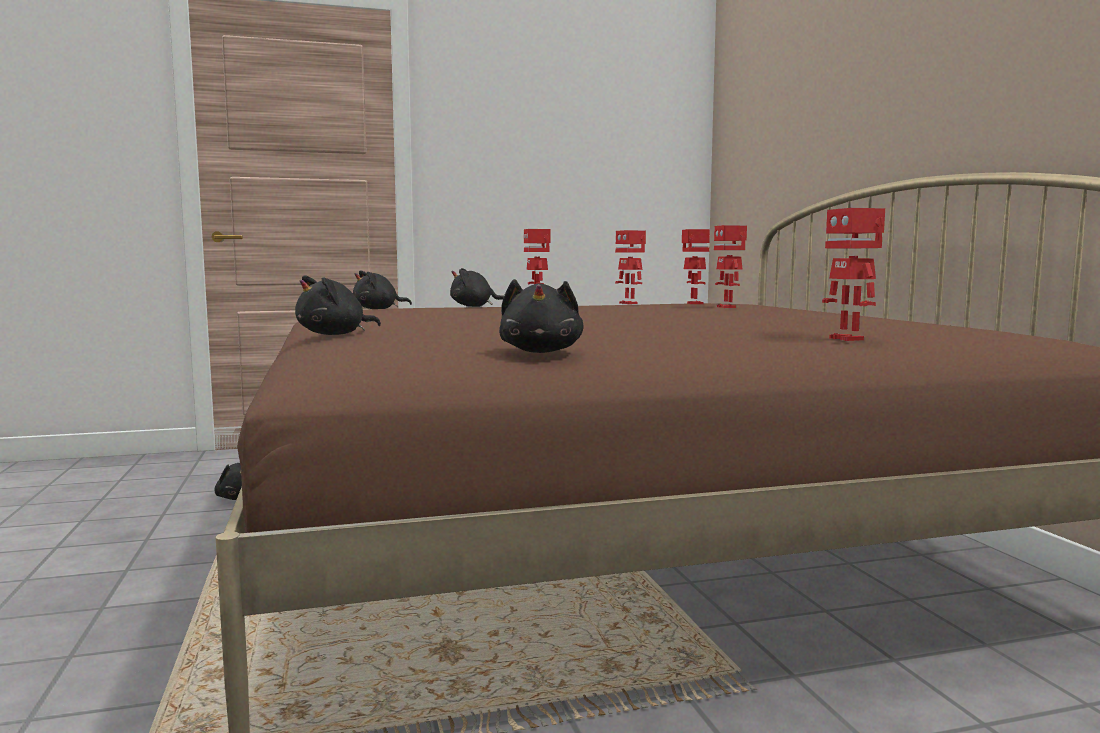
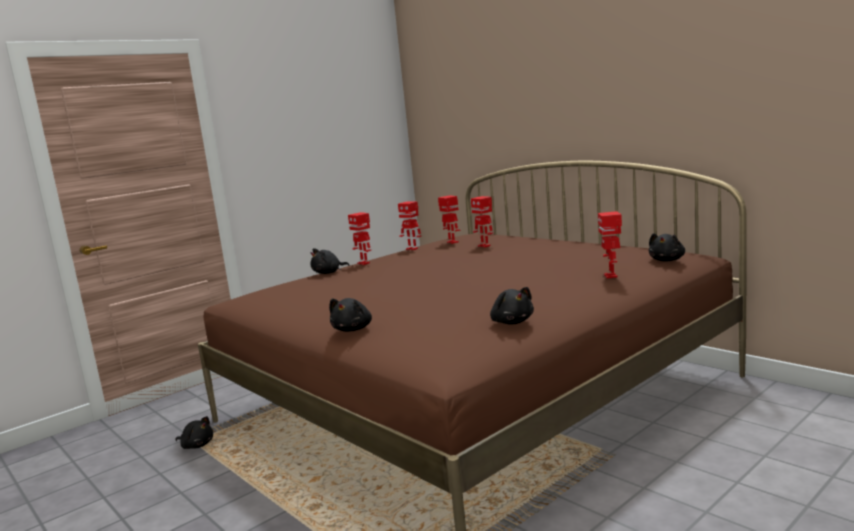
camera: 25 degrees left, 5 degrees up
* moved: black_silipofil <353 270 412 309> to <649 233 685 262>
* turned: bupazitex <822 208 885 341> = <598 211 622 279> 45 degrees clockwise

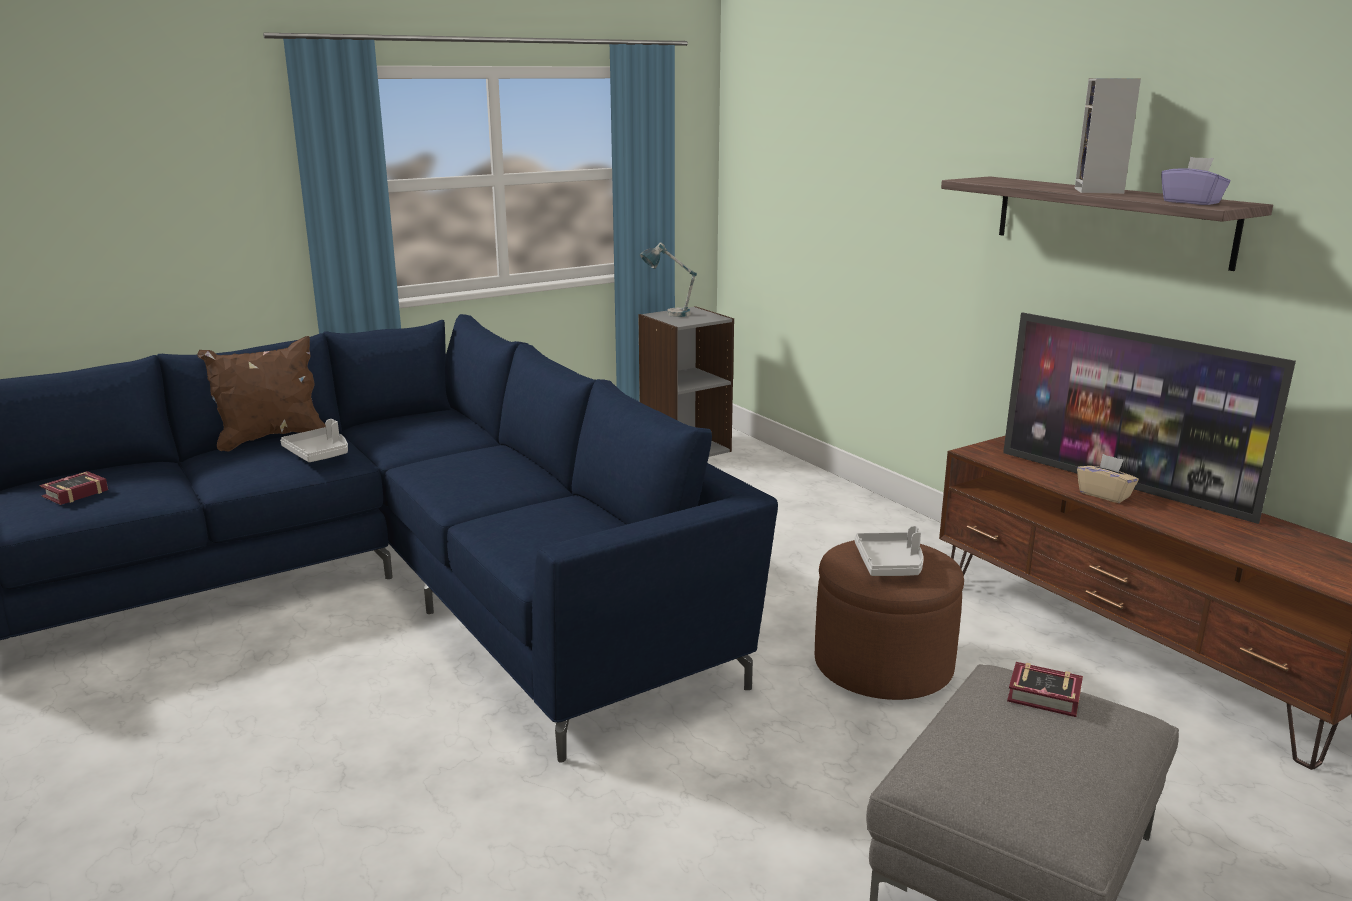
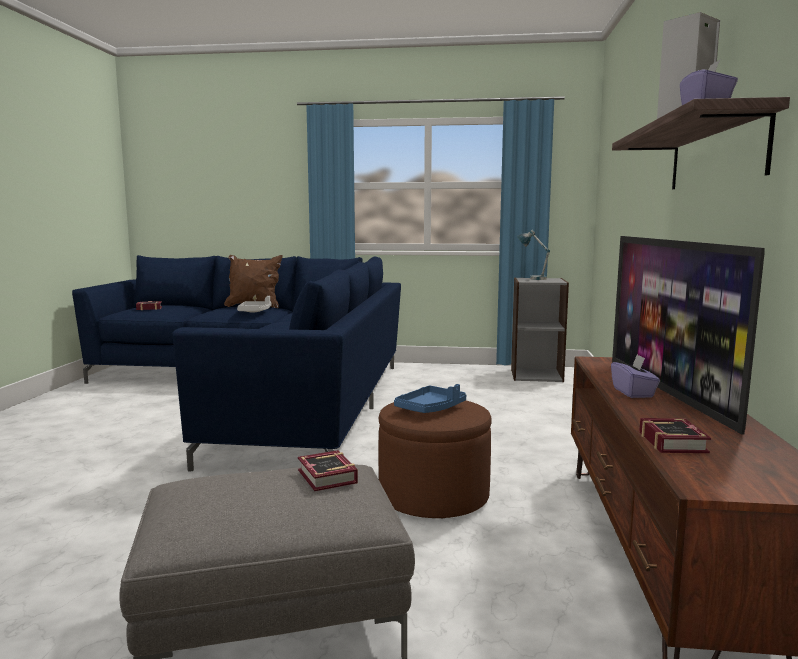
camera: 40 degrees right, 10 degrees down
* recoloured: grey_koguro <855 526 924 576> to blue_koguro <394 384 466 413>
* recoloured: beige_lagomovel <1077 454 1139 503> to purple_lagomovel <611 354 660 398>
* added: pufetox <639 418 711 453>

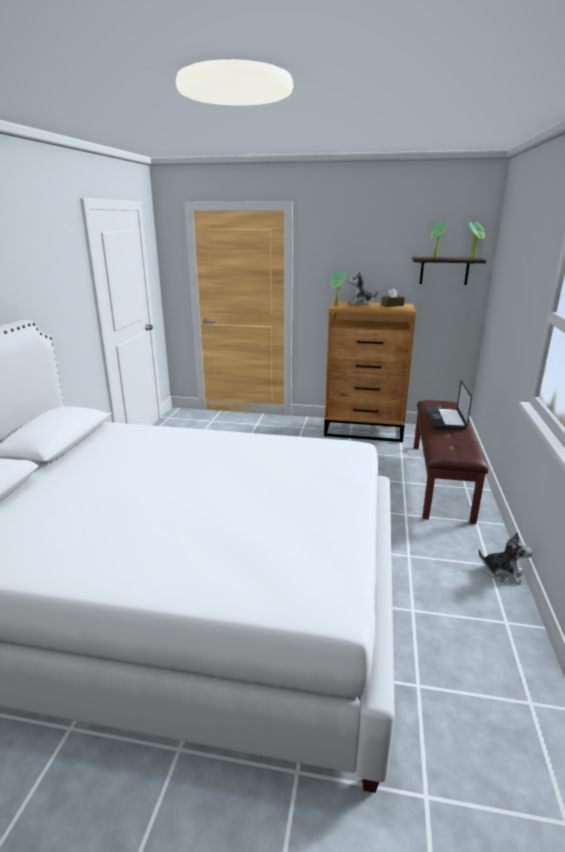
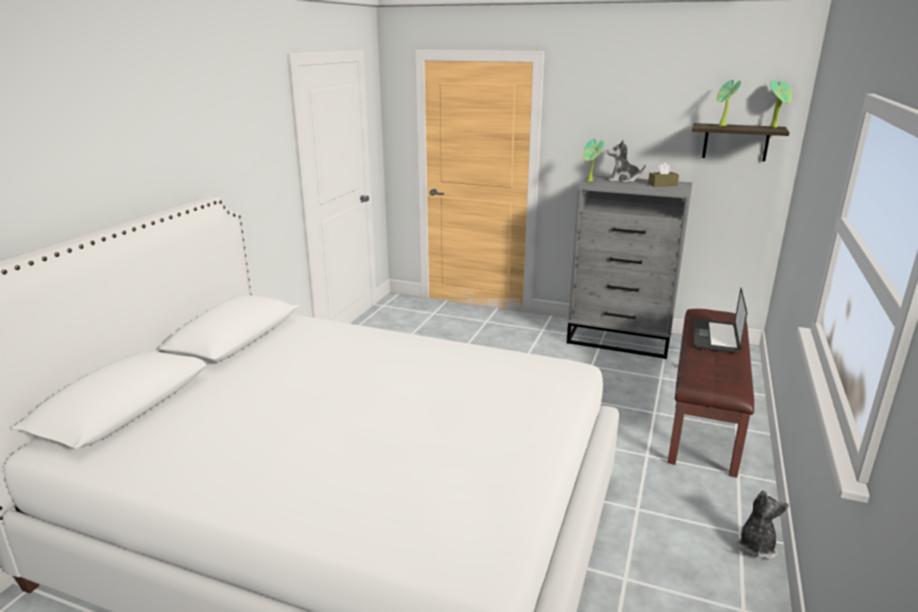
camera: 10 degrees right, 0 degrees up
* recoloured: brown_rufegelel <324 301 416 442> to grey_rufegelel <567 175 692 359>
* turned: silipofil <479 532 533 585> = <735 490 789 560> 105 degrees counterclockwise

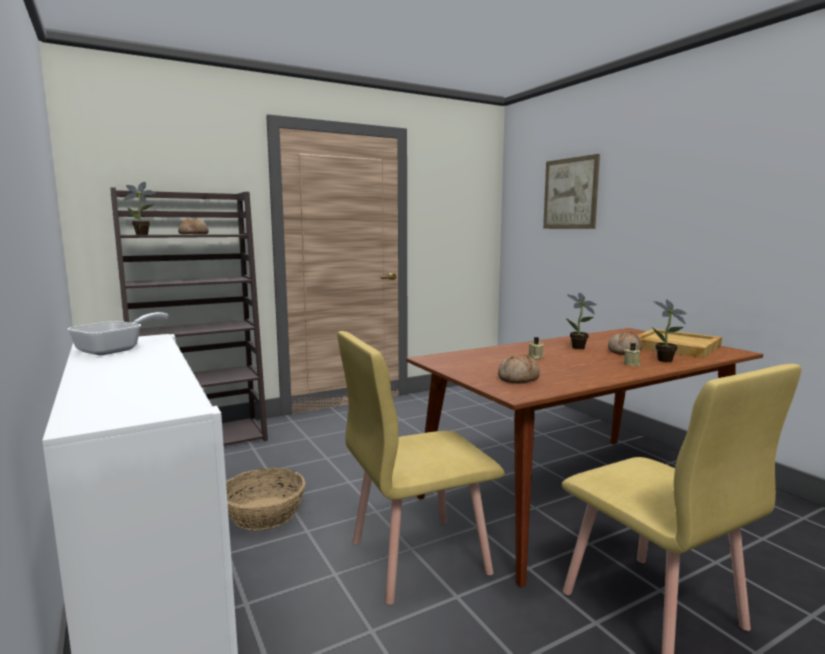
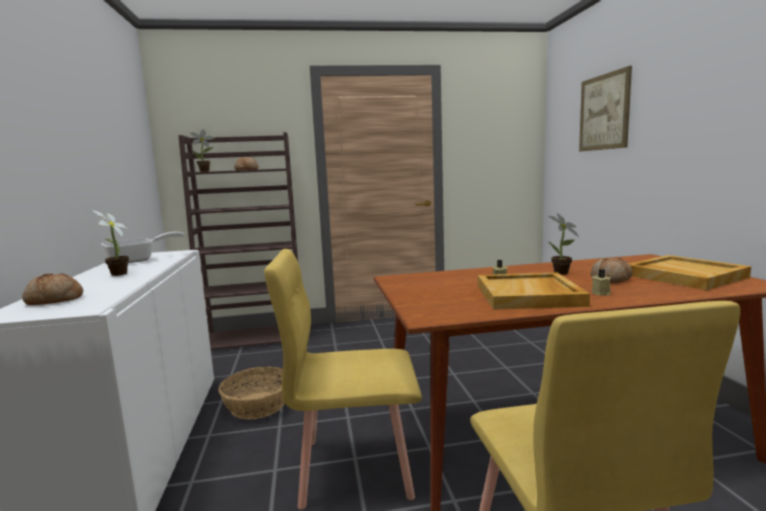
camera: 20 degrees right, 0 degrees up
* moved: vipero <498 355 540 384> to <22 273 83 305>
* moved: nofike <652 300 687 362> to <92 210 129 276>
* added: beige_koguro <478 273 590 309>

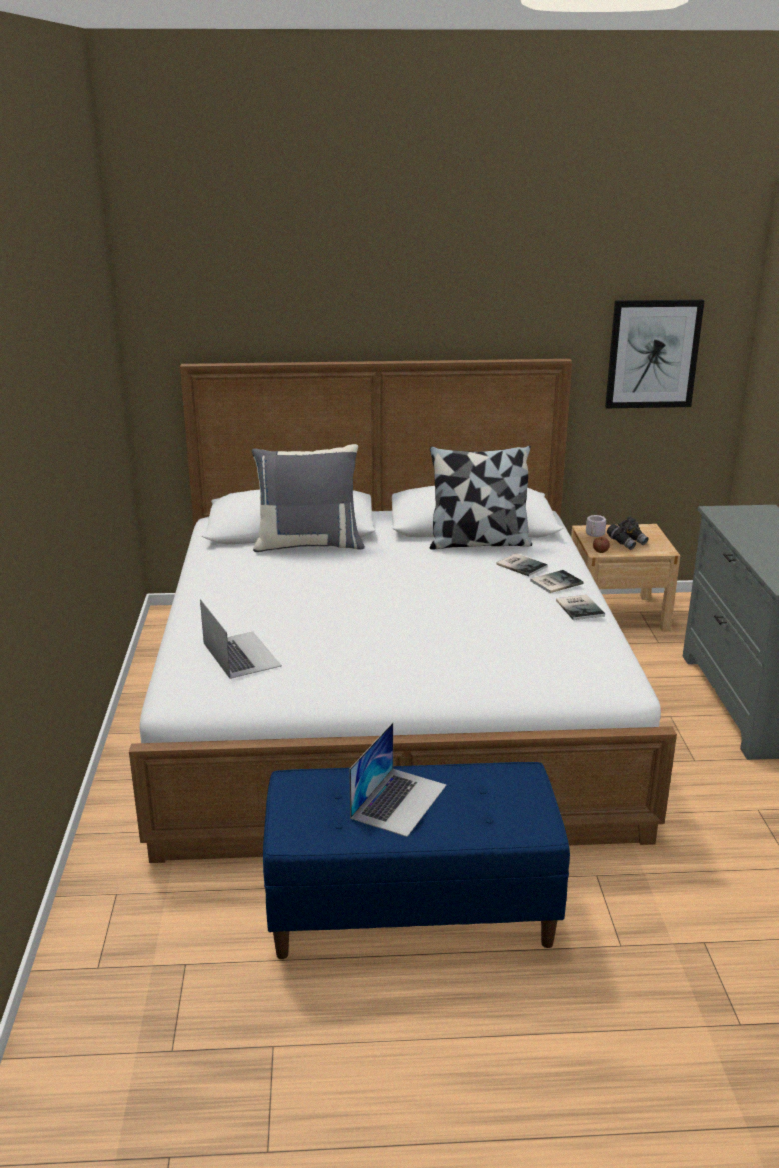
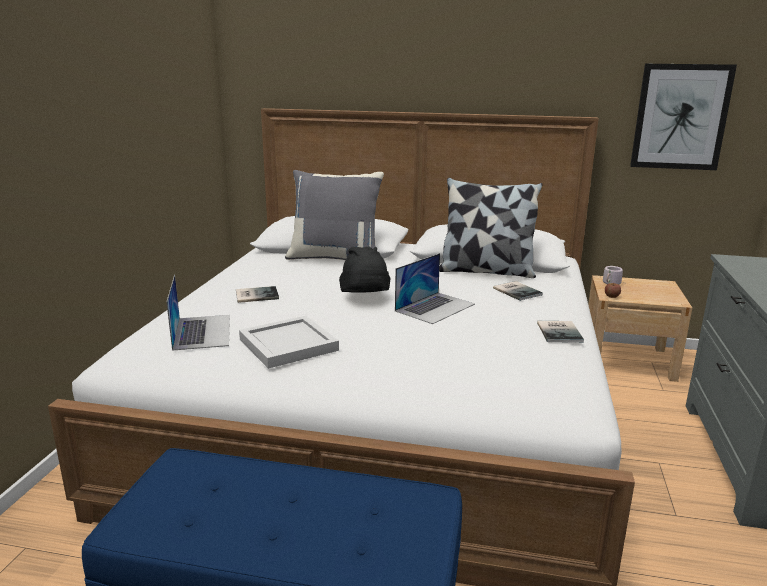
camera: 15 degrees right, 5 degrees down
* moved: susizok <349 722 446 837> to <395 253 475 324>
* moved: pufetox <530 570 583 593> to <236 286 279 303>
* removed: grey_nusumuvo <607 516 649 550>
* added: white_koguro <239 316 339 369>
* added: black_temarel <339 247 390 293>

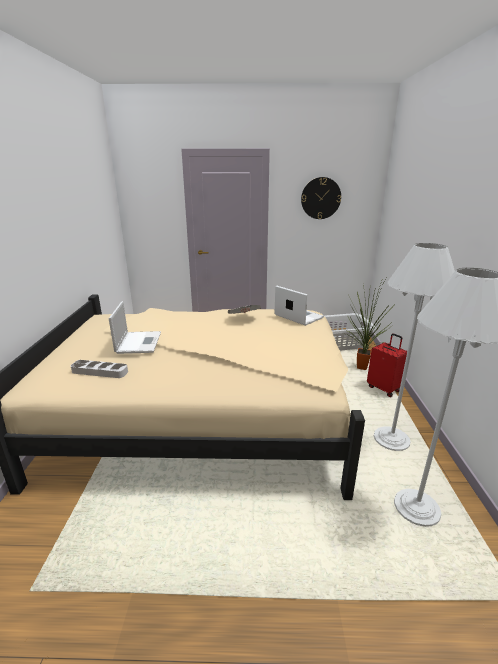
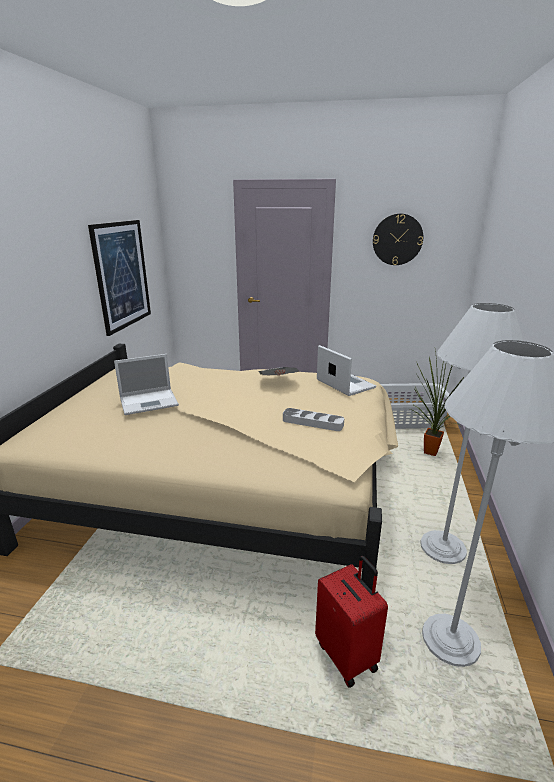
camera: 10 degrees right, 0 degrees up
* moved: grey_koguro <71 360 128 378> to <283 408 344 431>
* turned: susizok <109 301 161 354> = <114 354 179 415> 60 degrees clockwise
* moved: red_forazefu <367 333 407 397> to <315 556 388 688>
* added: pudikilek <88 220 151 336>

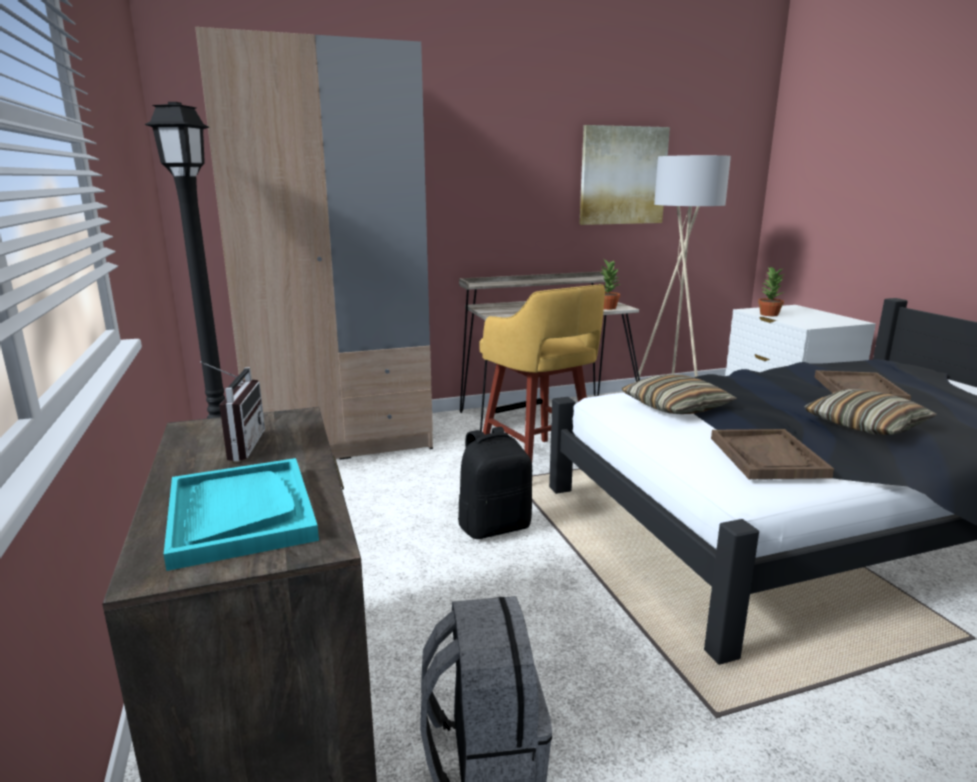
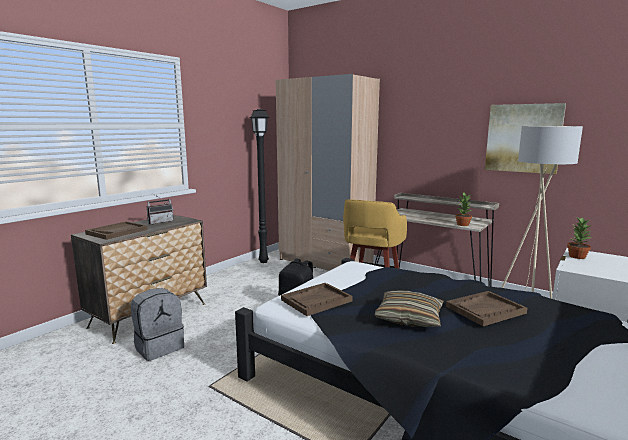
camera: 55 degrees right, 5 degrees down
* recoloured: turquoise_koguro <164 458 319 571> to brown_koguro <85 221 148 240>
* removed: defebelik <621 374 737 414>

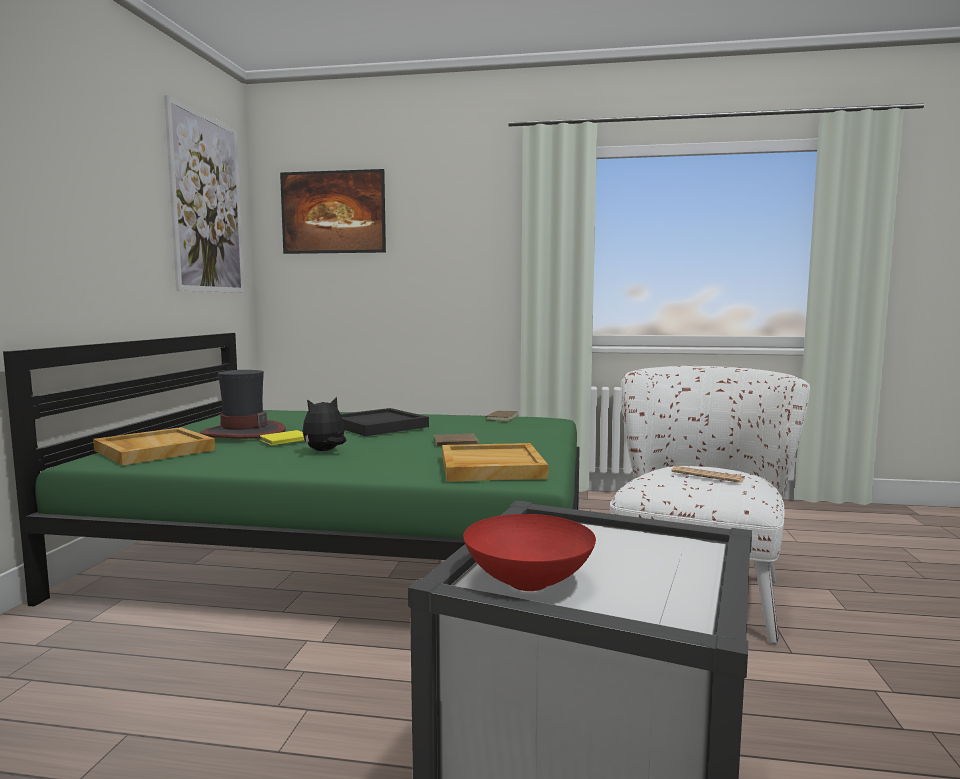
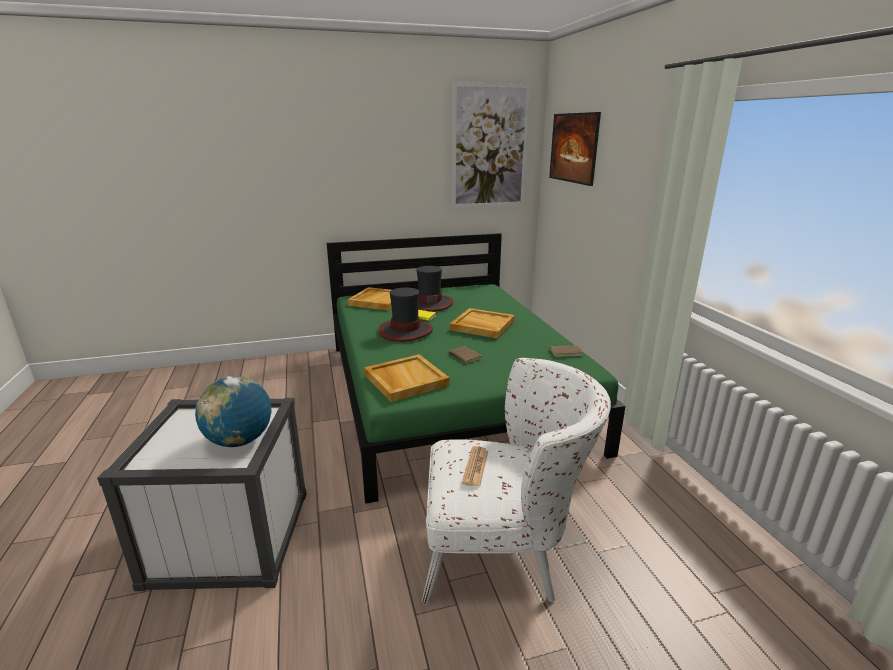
camera: 65 degrees right, 15 degrees up
* replaced: silipofil <302 397 347 451> to temarel <378 288 433 342>
* recoloured: black_koguro <341 408 429 436> to beige_koguro <450 308 515 339>
* removed: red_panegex <463 514 596 591>
* added: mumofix <195 376 271 447>

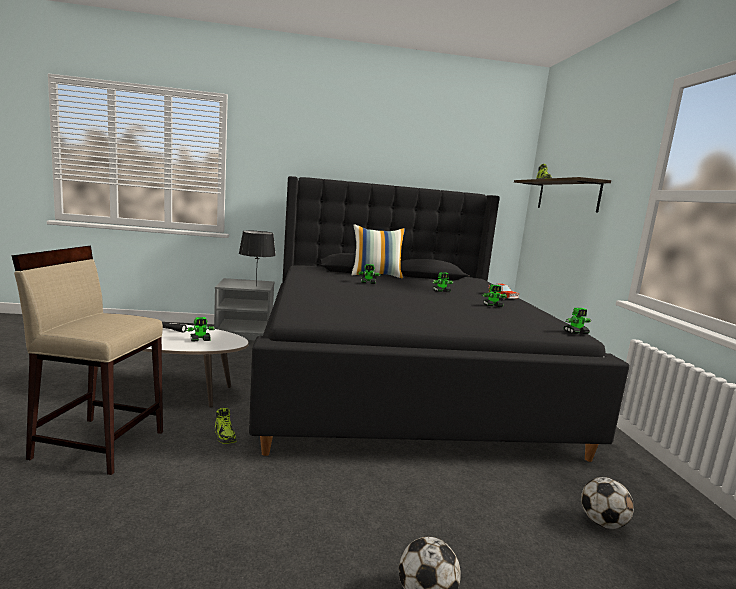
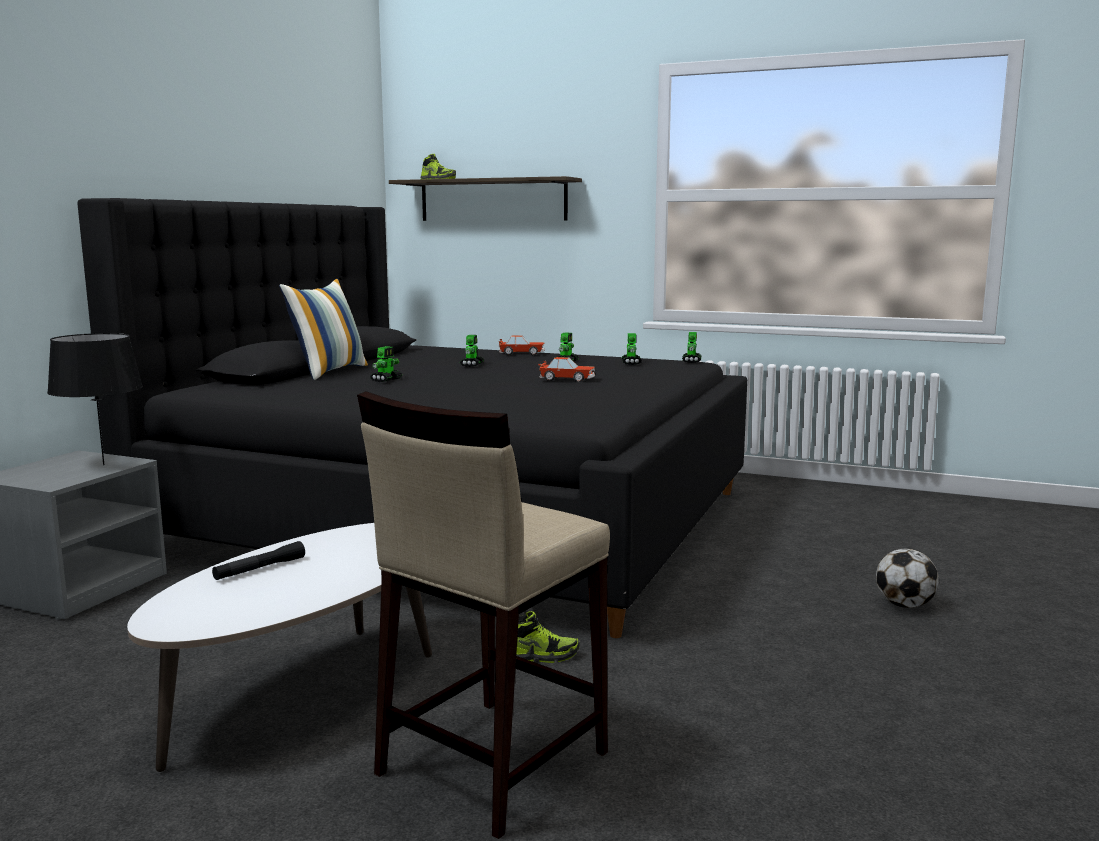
camera: 60 degrees left, 0 degrees up
* moved: bupazitex <186 317 216 342> to <622 333 642 365>
* removed: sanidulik <581 477 634 529>
* added: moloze <538 357 595 382>

